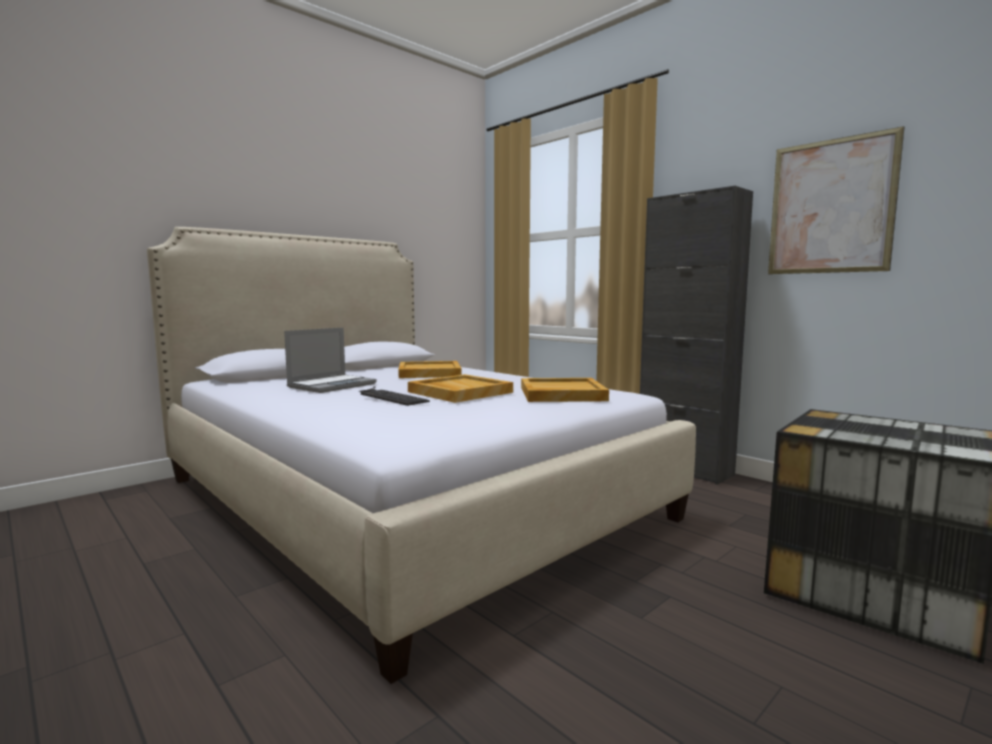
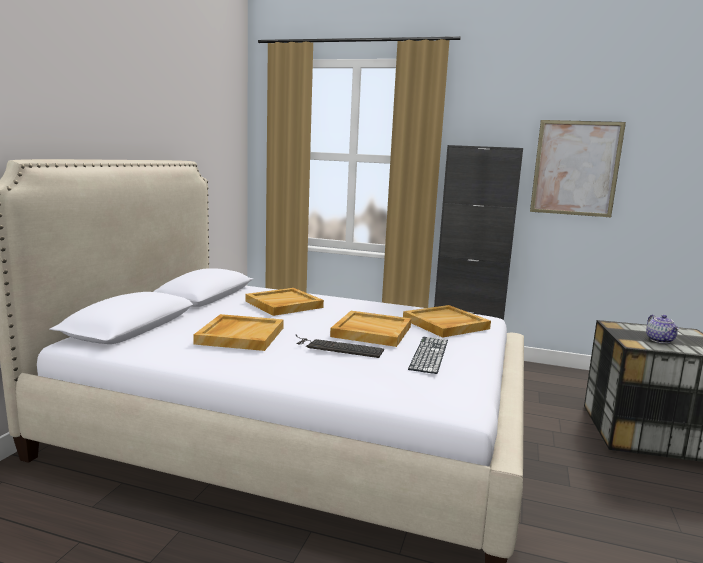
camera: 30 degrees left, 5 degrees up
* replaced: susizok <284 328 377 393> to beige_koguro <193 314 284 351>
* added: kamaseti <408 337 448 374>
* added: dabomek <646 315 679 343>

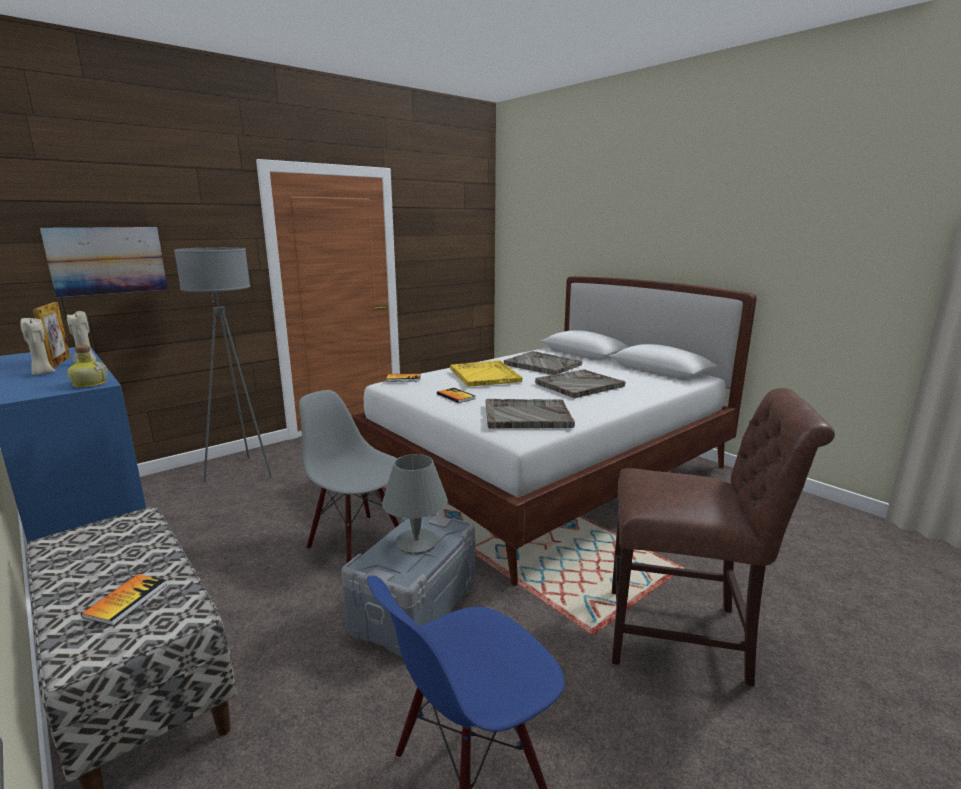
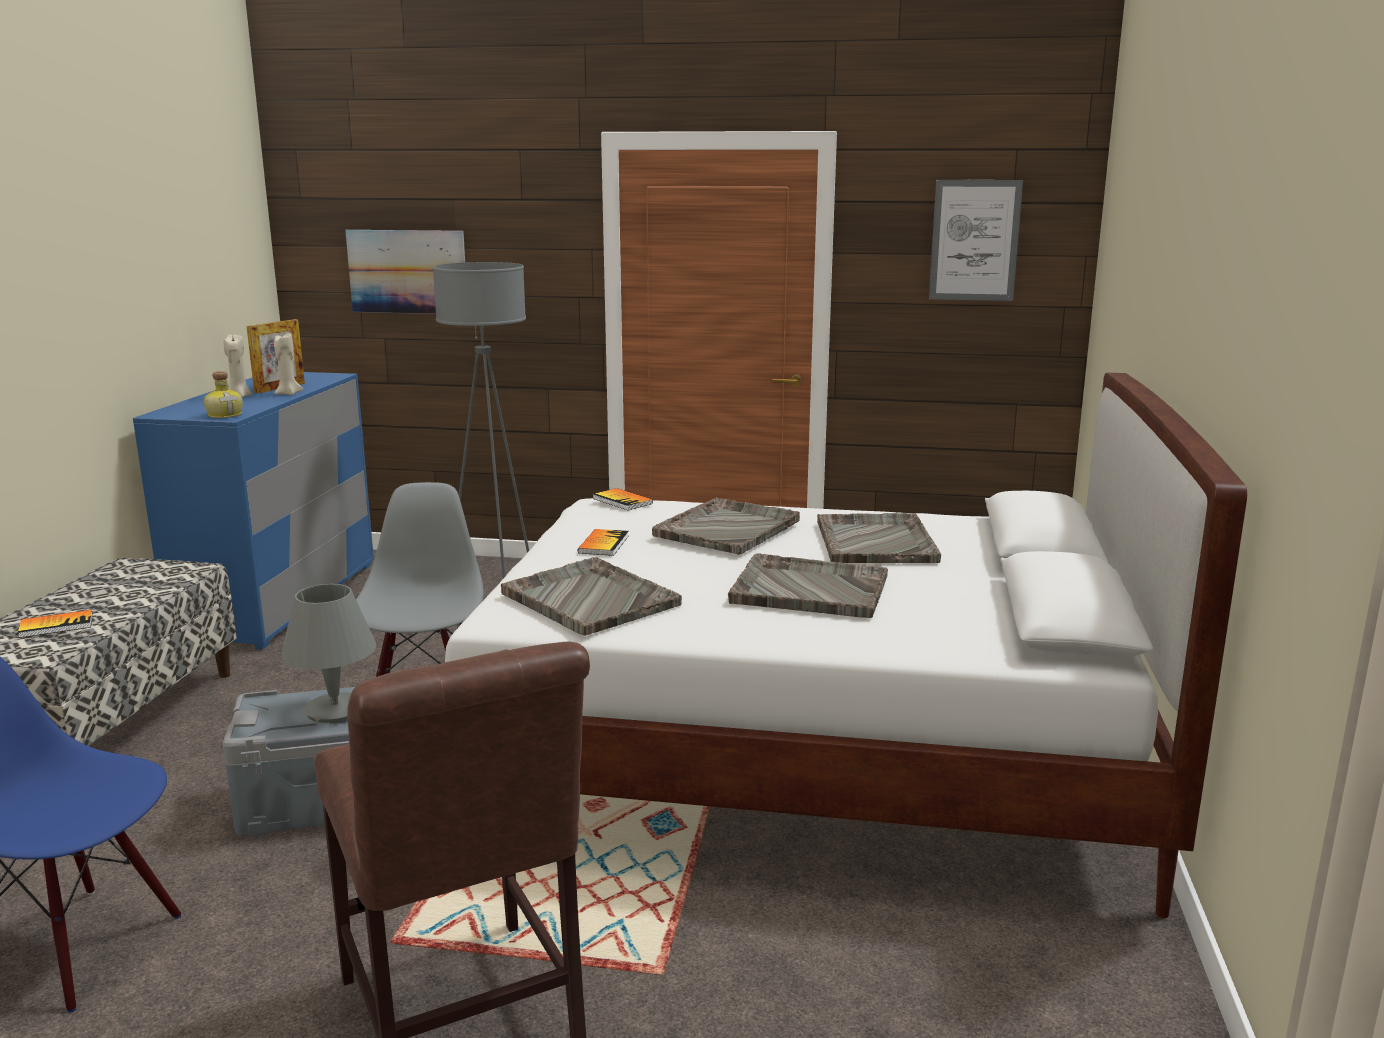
camera: 50 degrees right, 0 degrees up
* recoloured: yellow_koguro <450 360 523 387> to grey_koguro <652 497 800 555>
* added: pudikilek <929 180 1023 301>

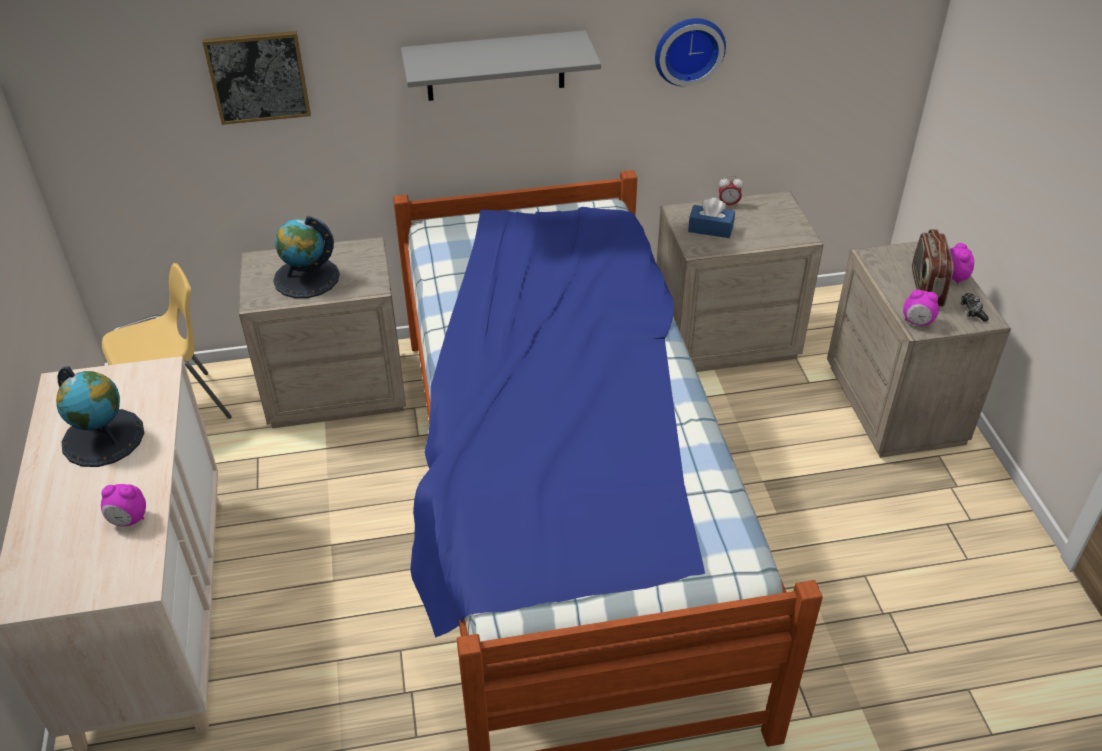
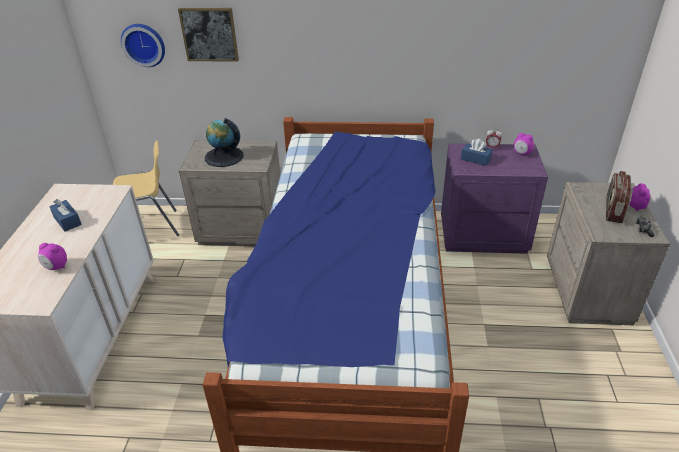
camera: 15 degrees right, 5 degrees down
* replaced: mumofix <56 366 144 467> to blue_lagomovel <49 199 82 232>
* removed: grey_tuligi <401 30 601 101>
* moved: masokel <655 18 726 86> to <121 24 165 67>
* recoloured: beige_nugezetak <657 191 823 372> to purple_nugezetak <441 143 548 254>
* moved: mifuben <903 290 939 326> to <514 133 534 155>

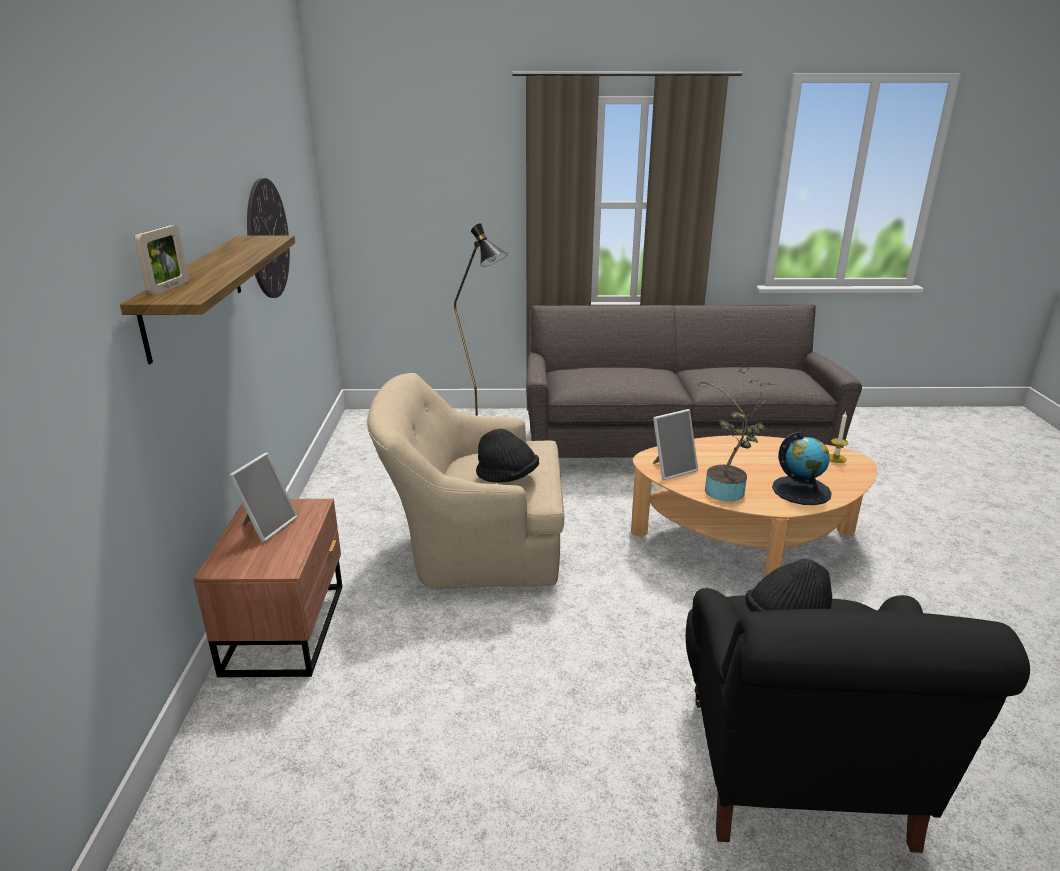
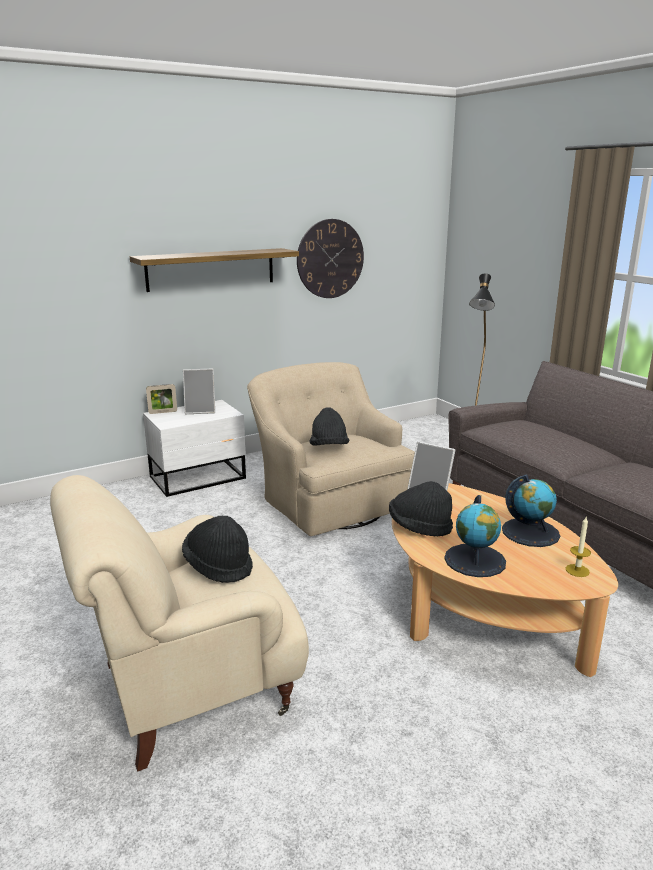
camera: 60 degrees right, 5 degrees down
* moved: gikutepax <134 225 189 295> to <146 384 177 414>
* recoloured: brown_nugezetak <193 499 342 677> to white_nugezetak <143 400 246 497>
* recoloured: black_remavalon <686 588 1030 853> to beige_remavalon <50 475 309 772>
* replaced: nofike <698 367 779 501> to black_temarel <389 481 453 536>
* added: mumofix <502 474 560 547>

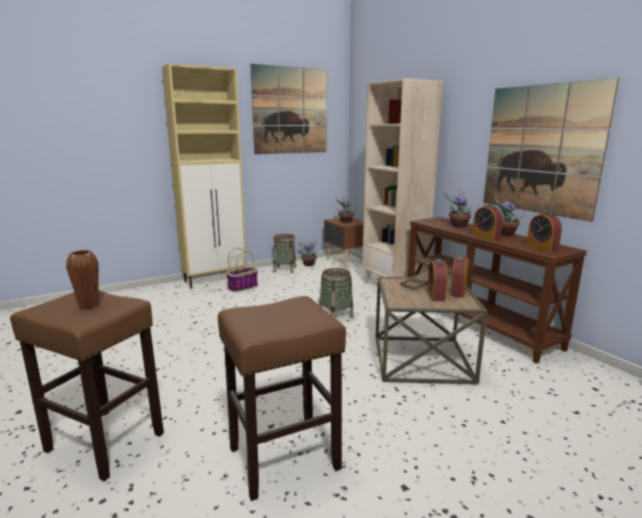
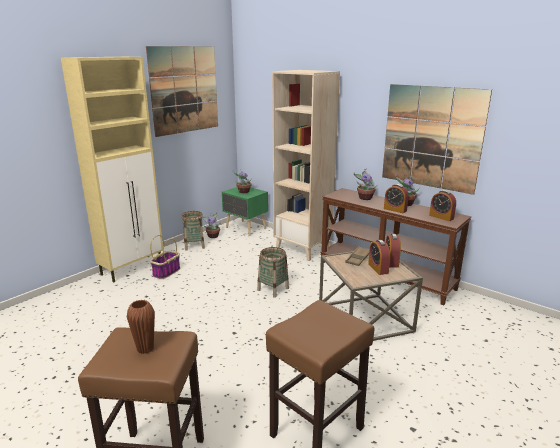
camera: 20 degrees left, 5 degrees up
* recoloured: brown_nugezetak <324 218 364 268> to green_nugezetak <222 187 268 236>

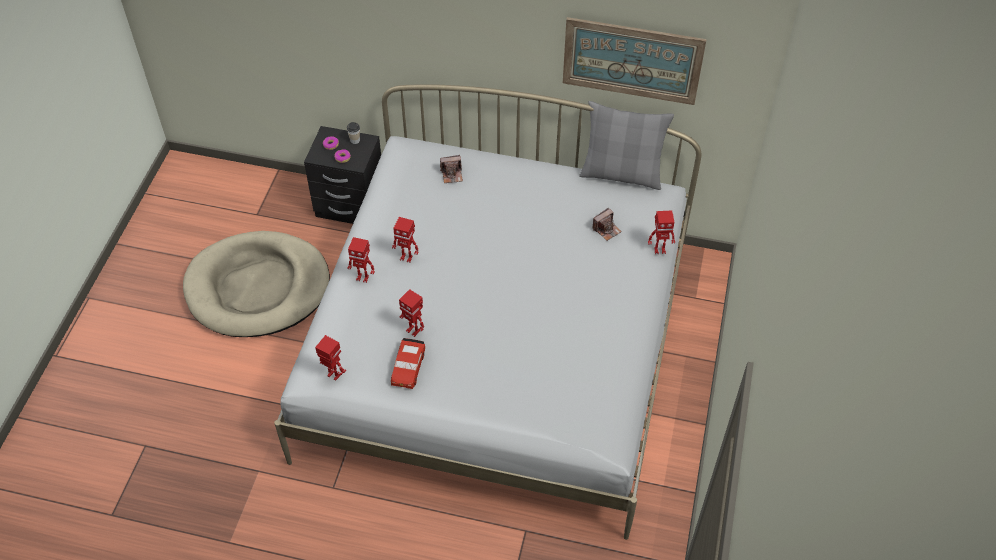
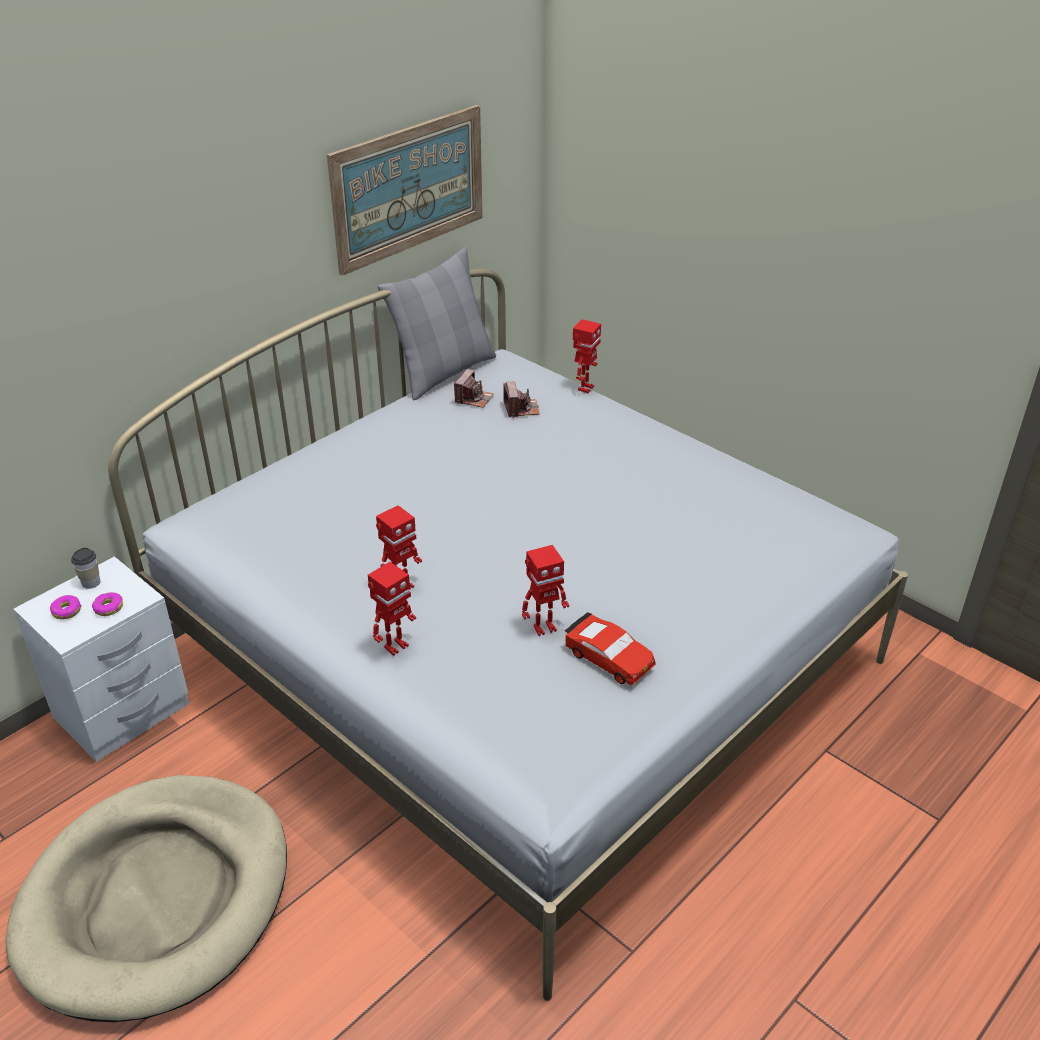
camera: 60 degrees left, 15 degrees down
* recoloured: black_nugezetak <304 126 381 224> to white_nugezetak <13 556 189 762>
* removed: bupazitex <315 335 346 381>
* moved: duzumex <440 155 463 183> to <454 369 494 408>

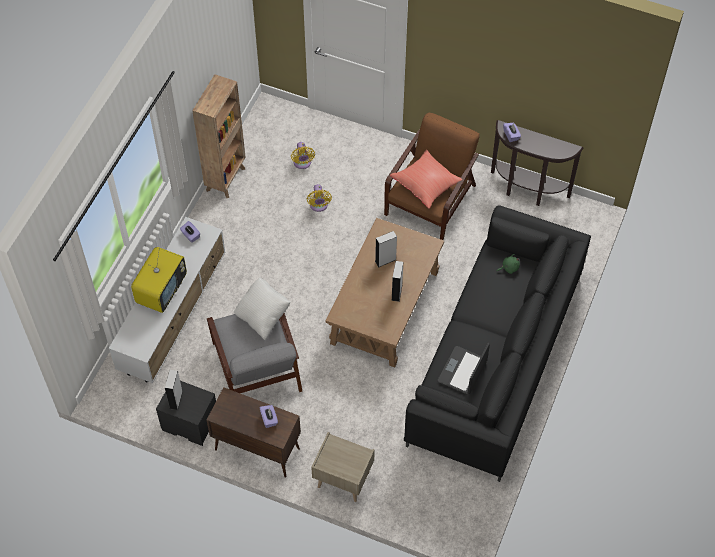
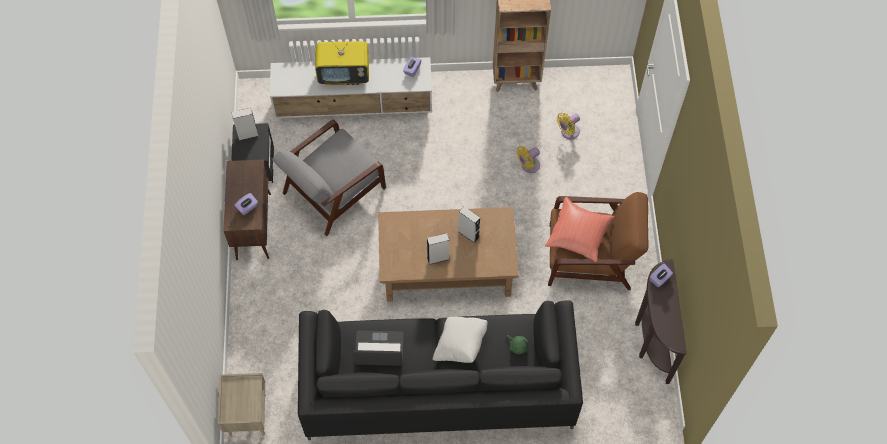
camera: 65 degrees right, 5 degrees up
* moved: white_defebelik <234 278 291 340> to <433 317 488 363>
* moved: beige_nugezetak <311 432 375 502> to <218 373 266 436>

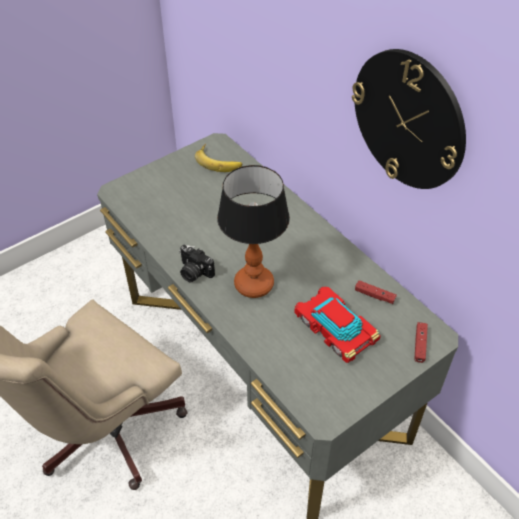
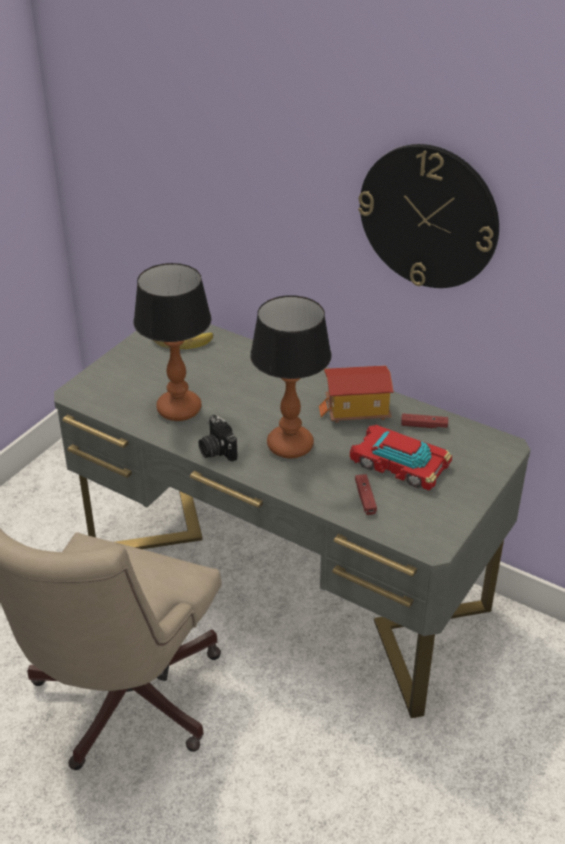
camera: 20 degrees left, 10 degrees down
* turned: duzumex <179 245 215 282> = <199 415 238 462> 45 degrees clockwise
* moved: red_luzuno <414 322 428 363> to <355 474 377 515>
* added: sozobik <133 263 211 421>
* added: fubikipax <318 365 394 423>

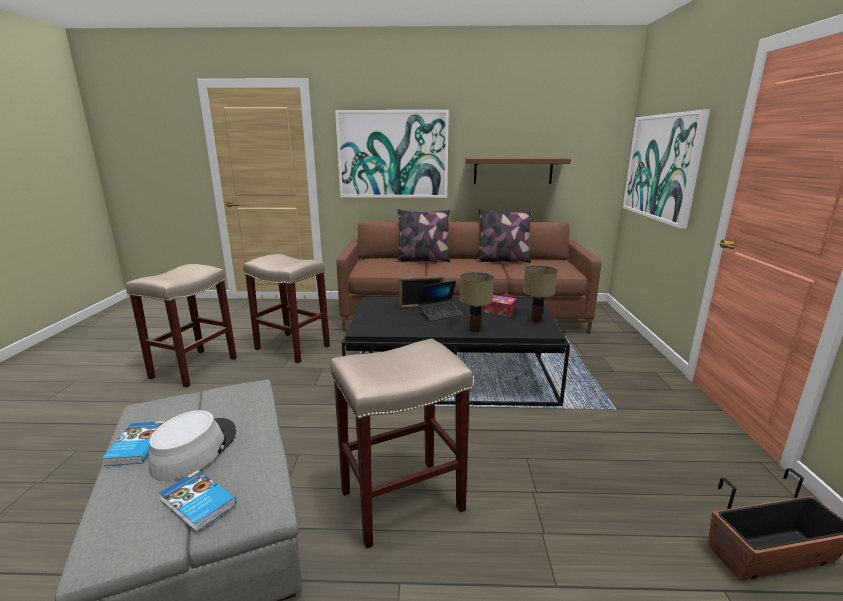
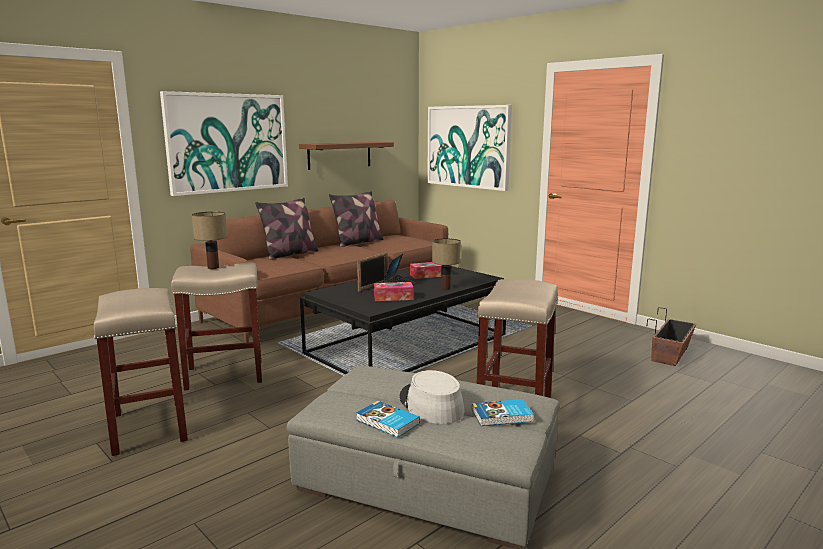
camera: 45 degrees left, 5 degrees down
* moved: sozobik <523 266 557 323> to <192 211 227 269>
* added: lagomovel <374 282 413 301>

